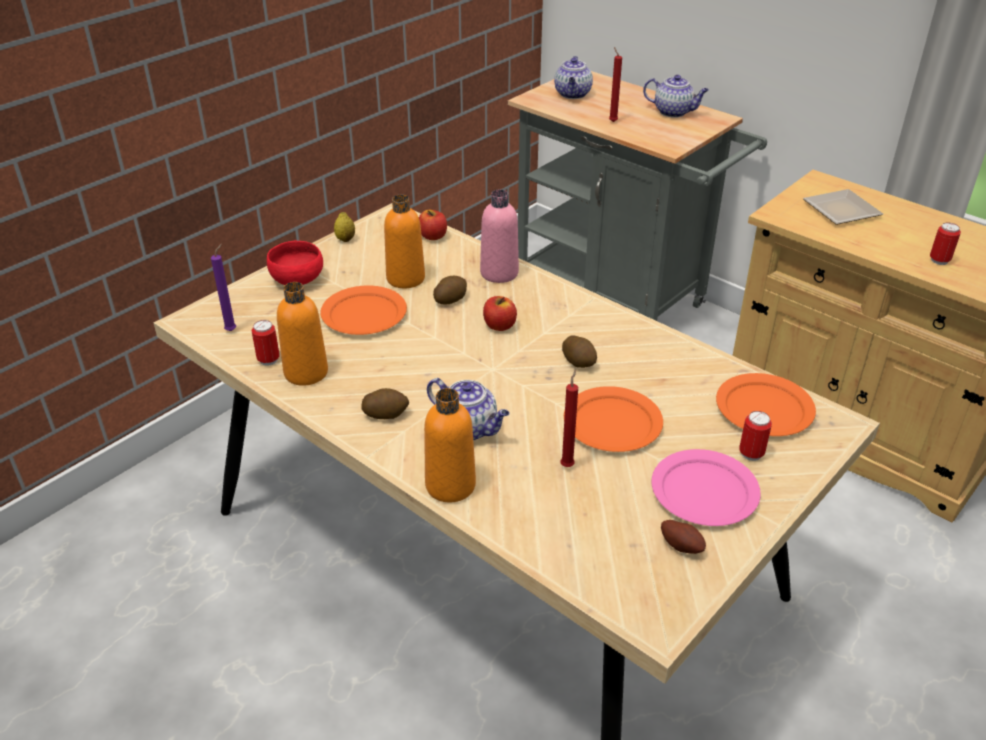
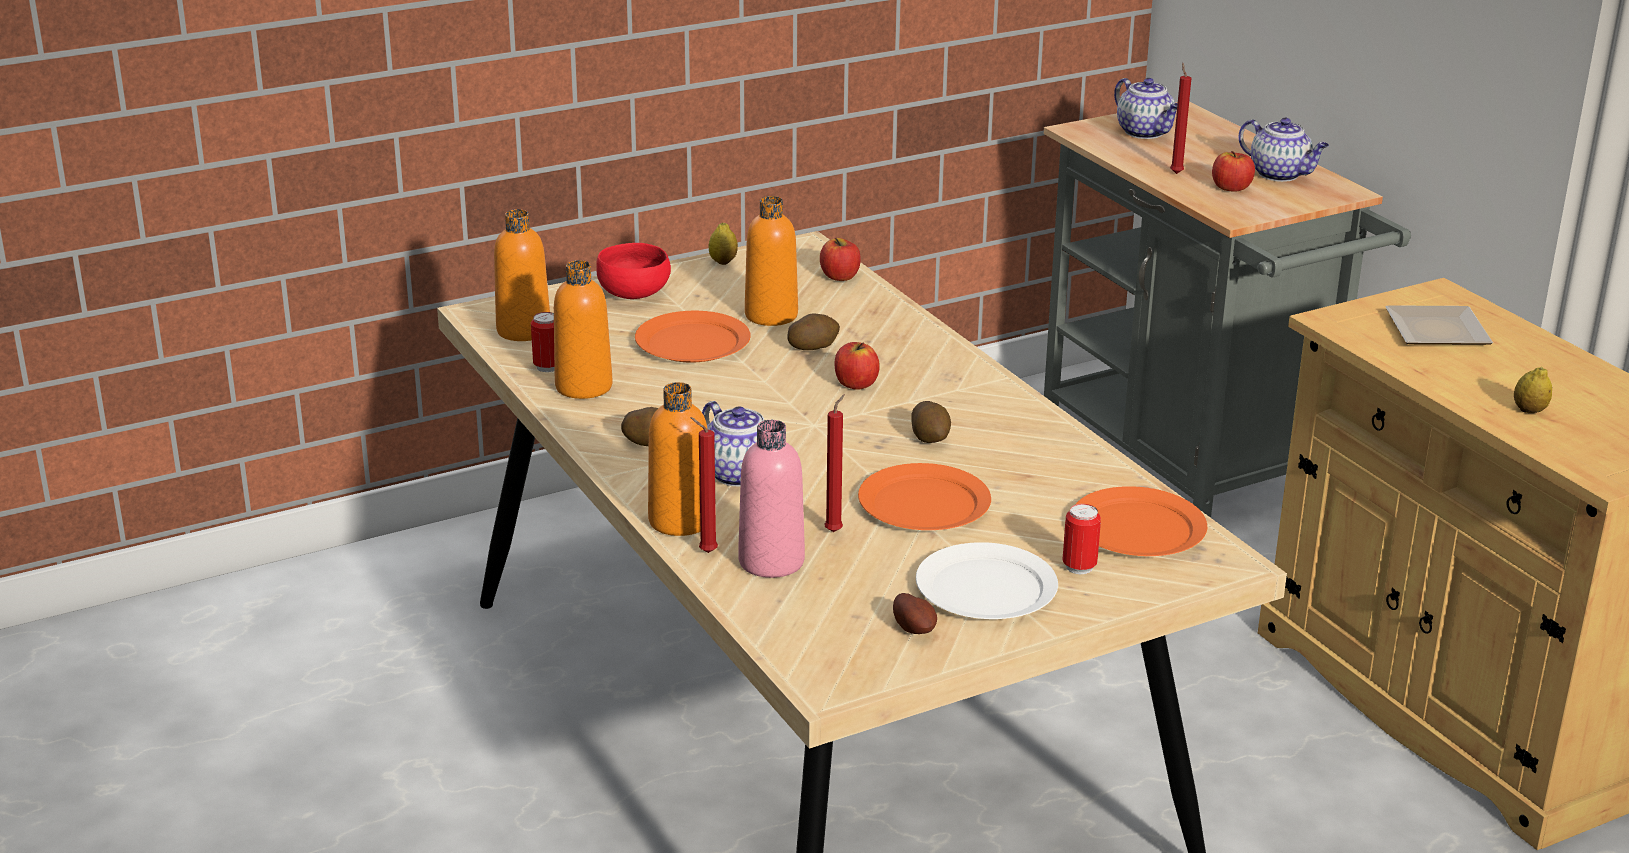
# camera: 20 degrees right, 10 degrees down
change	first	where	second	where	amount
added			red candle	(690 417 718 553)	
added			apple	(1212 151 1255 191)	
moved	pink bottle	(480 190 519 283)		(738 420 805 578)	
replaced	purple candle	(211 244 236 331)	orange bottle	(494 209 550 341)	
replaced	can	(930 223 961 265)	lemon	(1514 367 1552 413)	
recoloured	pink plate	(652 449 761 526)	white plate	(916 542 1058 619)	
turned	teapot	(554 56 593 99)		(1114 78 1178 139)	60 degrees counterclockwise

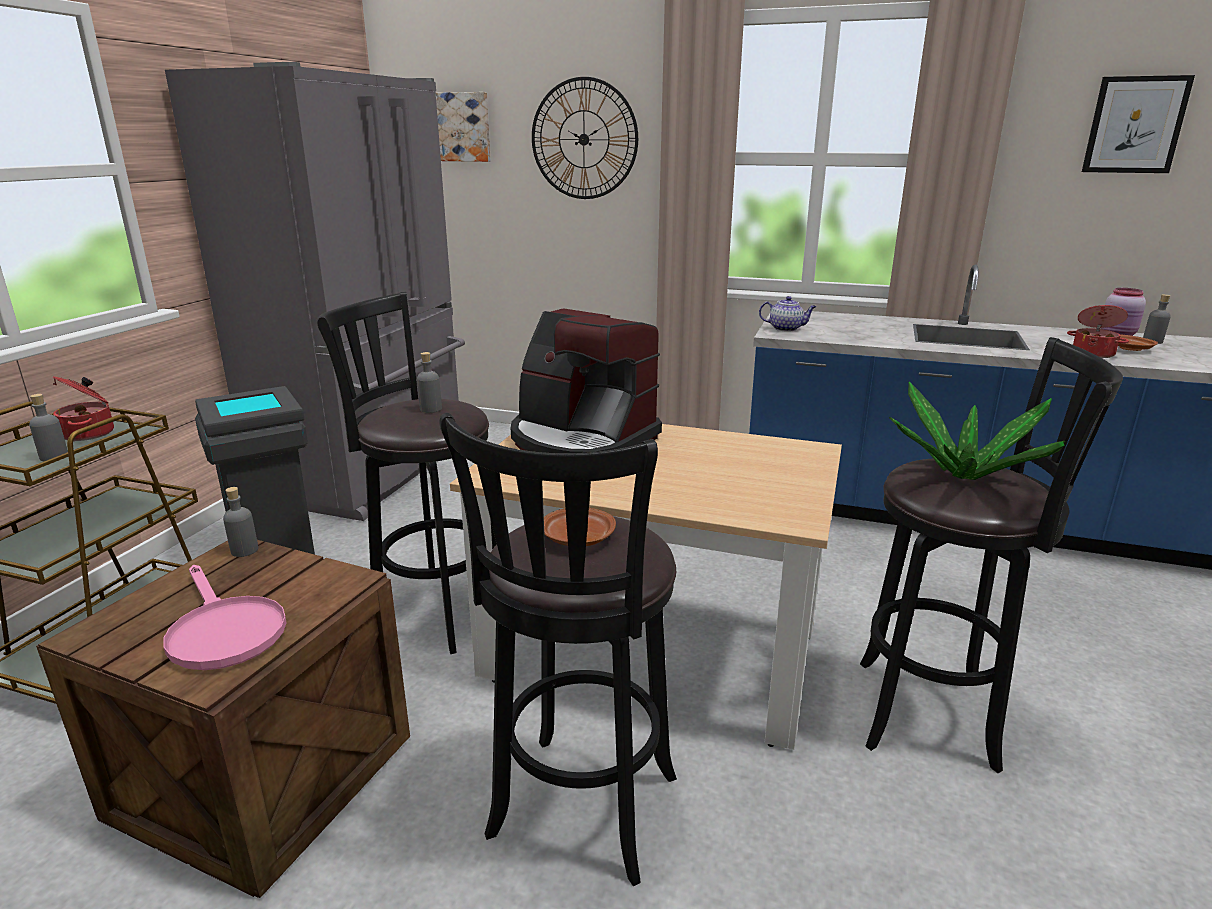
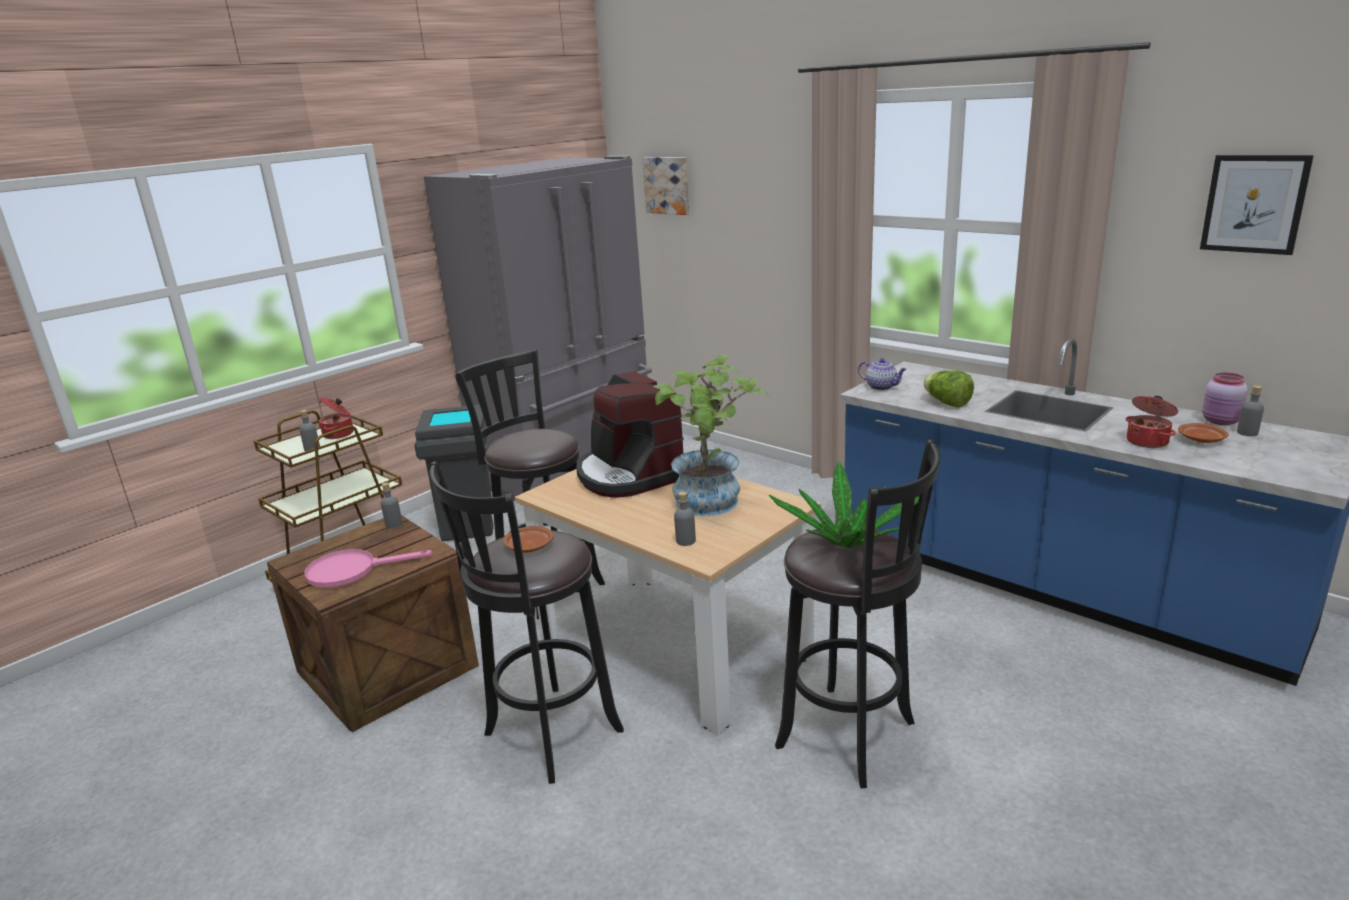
# camera: 25 degrees right, 0 degrees up
change	first	where	second	where	amount
removed	wall clock	(532 77 638 199)			
added			potted plant	(653 354 769 516)	
added			lettuce	(924 370 974 408)	
moved	grey bottle	(417 352 442 413)		(674 492 696 546)	
turned	pink frying pan	(163 565 287 670)		(304 549 432 588)	90 degrees clockwise

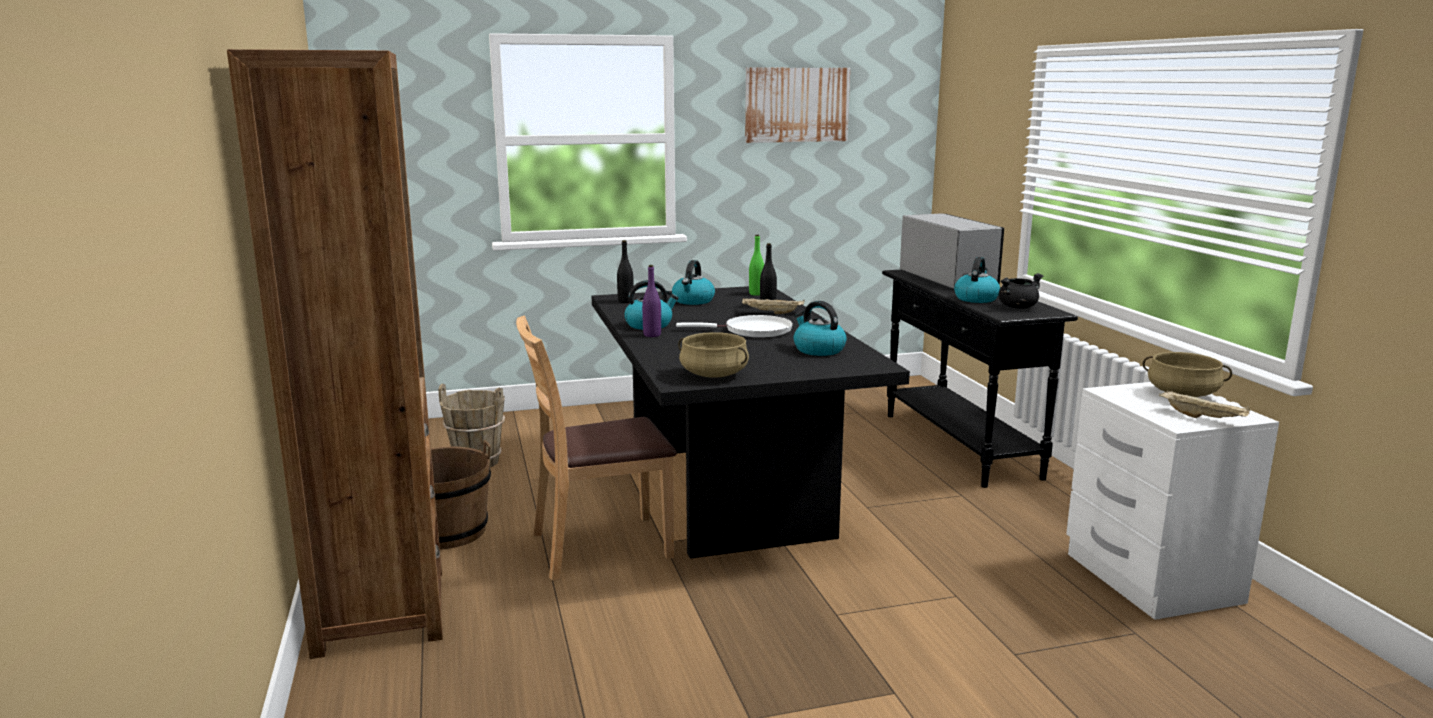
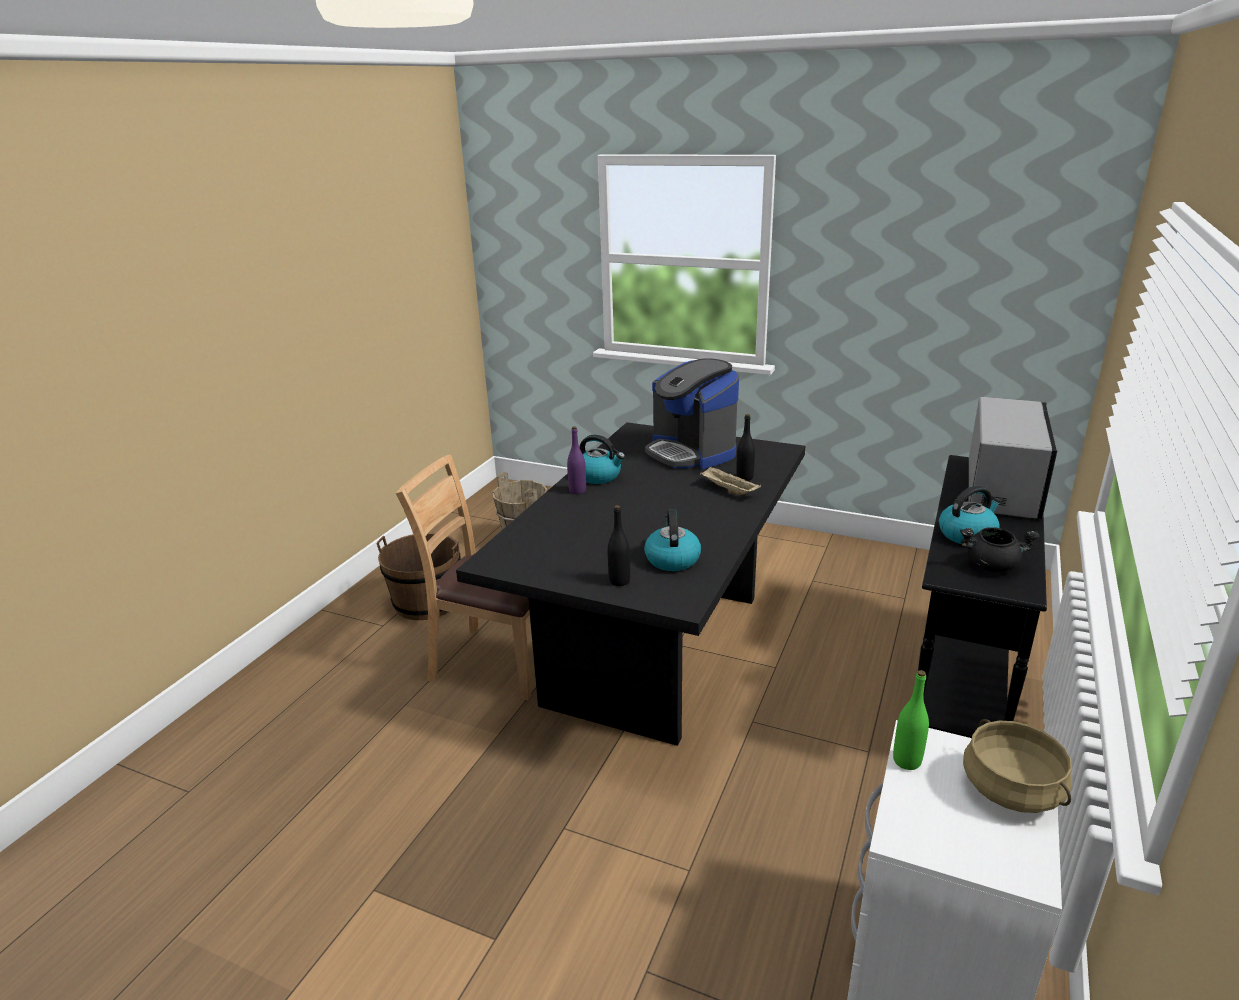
# camera: 40 degrees right, 10 degrees up
change	first	where	second	where	amount
removed	brown bookcase	(227 49 443 659)			
removed	white frying pan	(676 315 793 337)			
removed	beige cooking pot	(678 332 749 378)			
removed	picture	(745 68 850 143)			
removed	beige tray	(1159 390 1250 418)			
moved	black bottle	(617 240 634 303)		(608 505 630 586)	
moved	green bottle	(749 234 764 296)		(893 670 929 770)	
replaced	kettle	(672 260 715 305)	coffee machine	(645 358 739 469)	

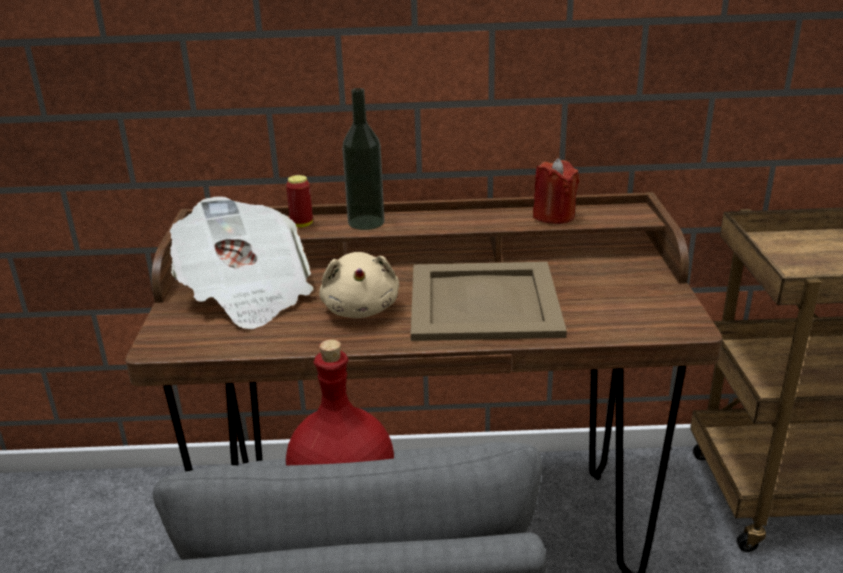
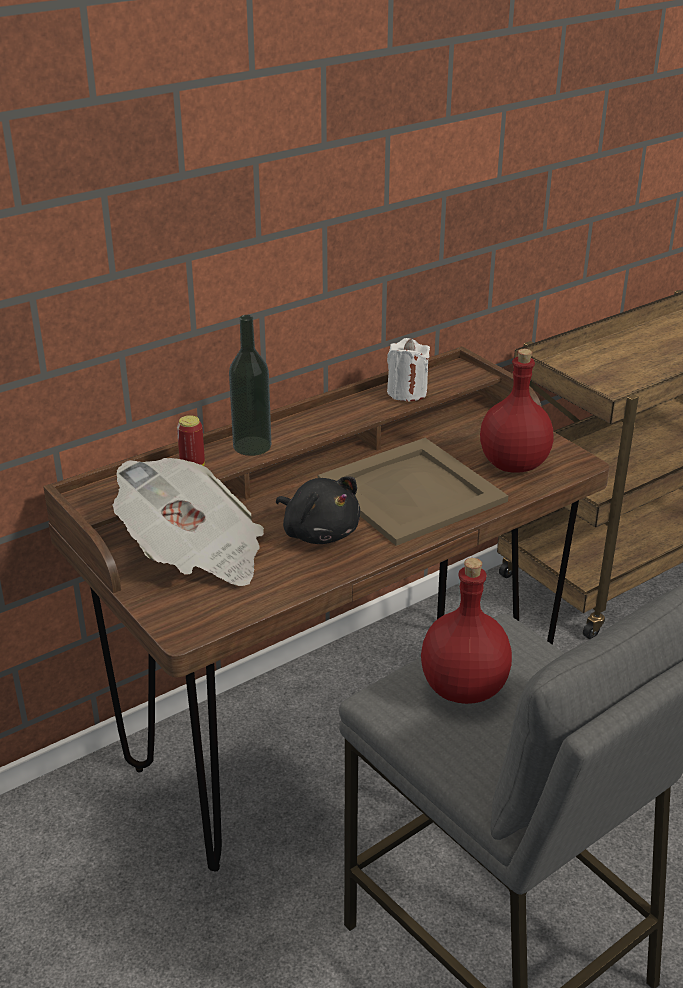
# camera: 35 degrees left, 5 degrees up
change	first	where	second	where	amount
added			red bottle	(480 349 553 473)	
recoloured	beige plush toy	(319 252 399 318)	black plush toy	(276 476 360 544)	
recoloured	red candle	(533 158 579 224)	white candle	(387 338 430 401)	

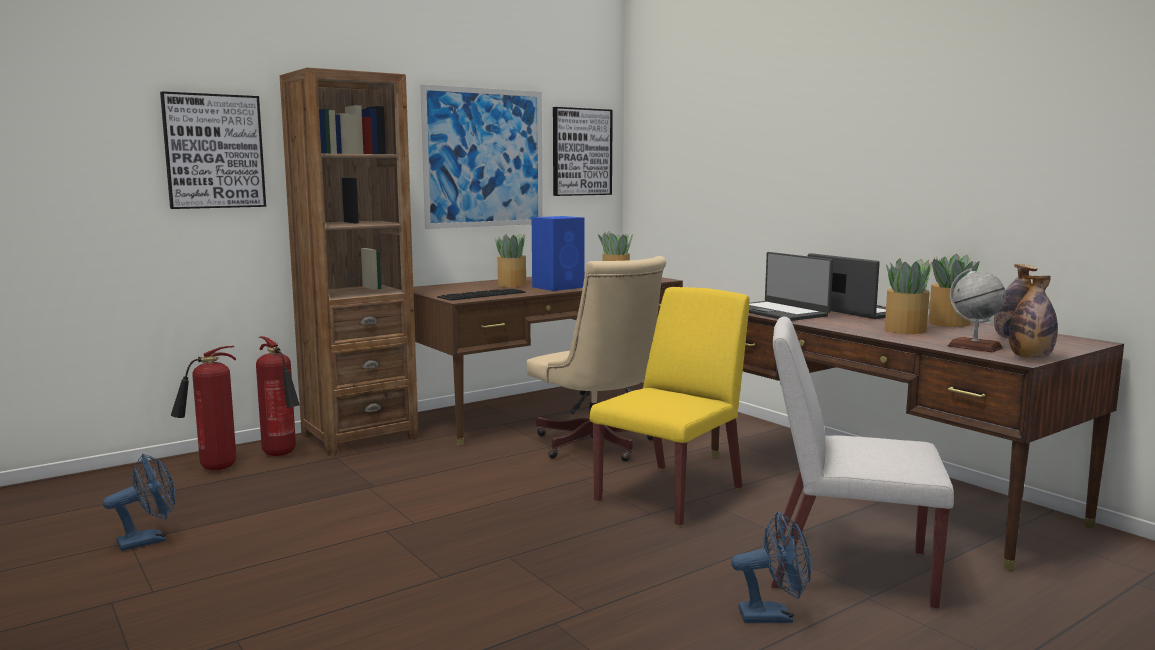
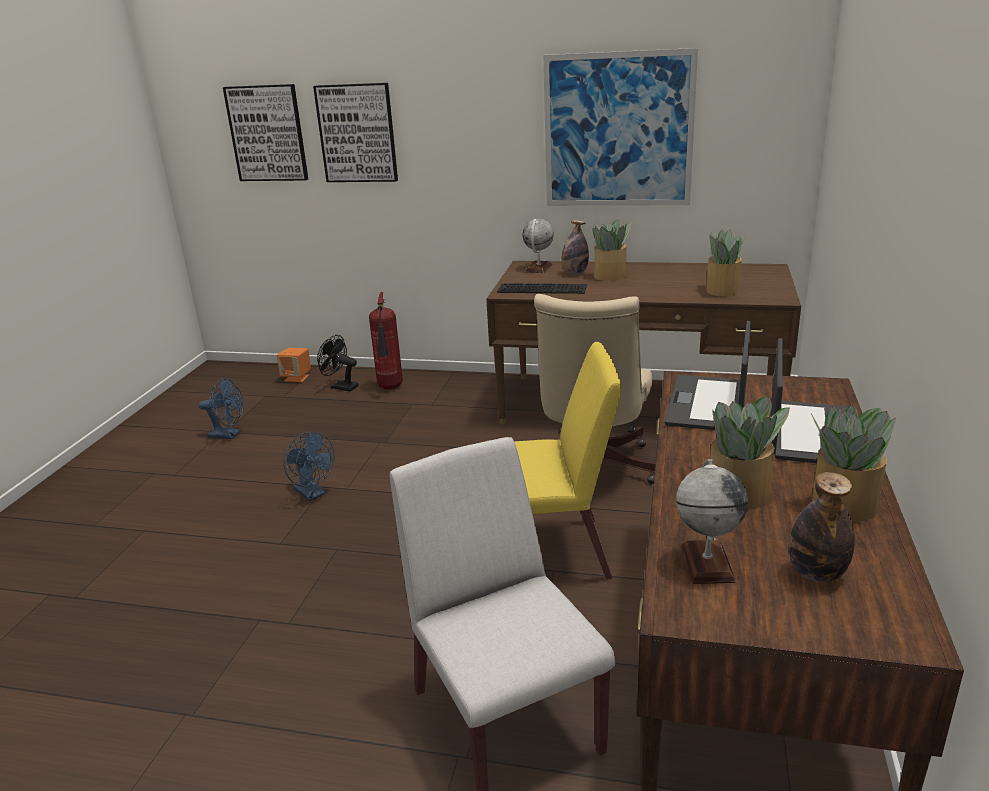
# camera: 50 degrees right, 15 degrees up
change	first	where	second	where	amount
removed	brown bookcase	(280 67 419 456)			
removed	blue speaker	(532 216 585 291)			
added			orange speaker	(277 348 311 382)	
added			globe	(522 219 554 273)	
moved	picture	(553 107 613 196)		(223 84 308 181)	
moved	blue fan	(731 512 811 623)		(283 432 334 501)	
moved	bottle	(1009 276 1058 359)		(561 220 589 275)	
replaced	fire extinguisher	(171 346 236 470)	black fan	(317 335 359 391)	

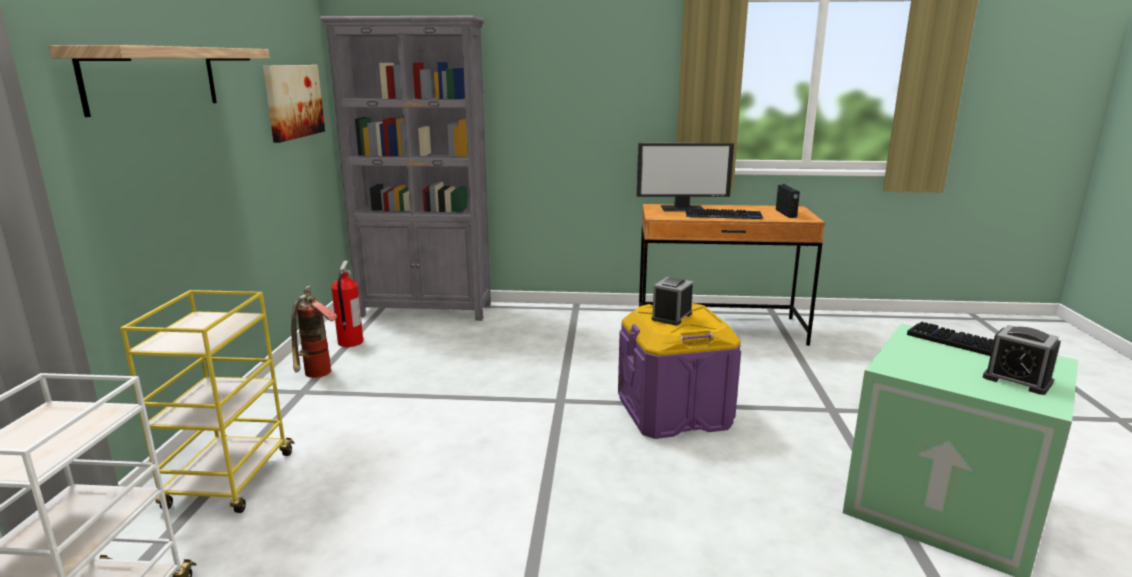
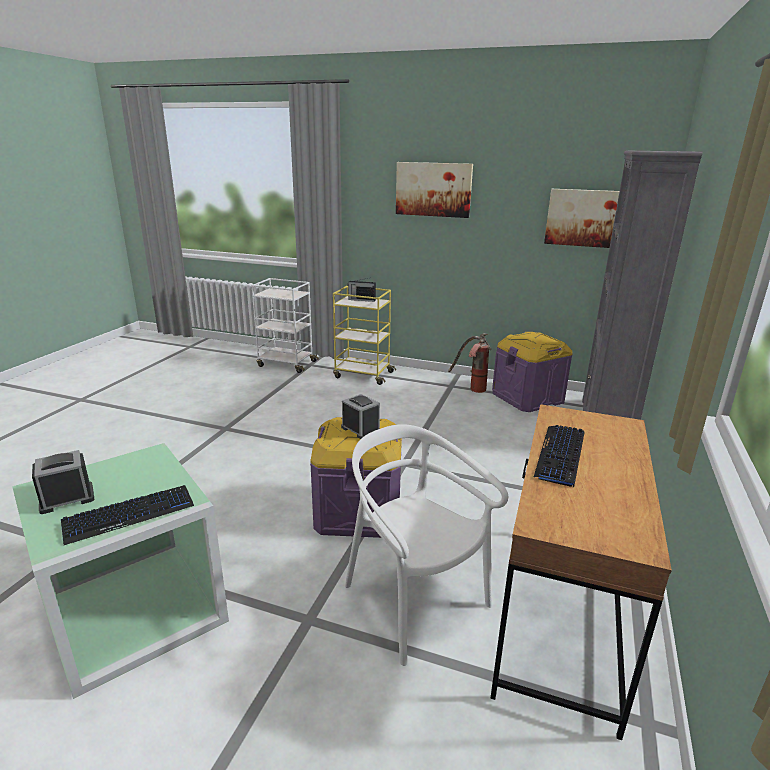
# camera: 105 degrees right, 5 degrees up
change	first	where	second	where	amount
removed	monitor	(637 143 734 211)			
added			white chair	(345 424 508 666)	
moved	radio	(776 180 800 218)		(347 278 376 302)	
replaced	shelf	(49 45 270 117)	picture	(396 162 473 218)	
replaced	fire extinguisher	(331 261 363 347)	purple storage box	(492 332 572 412)	

